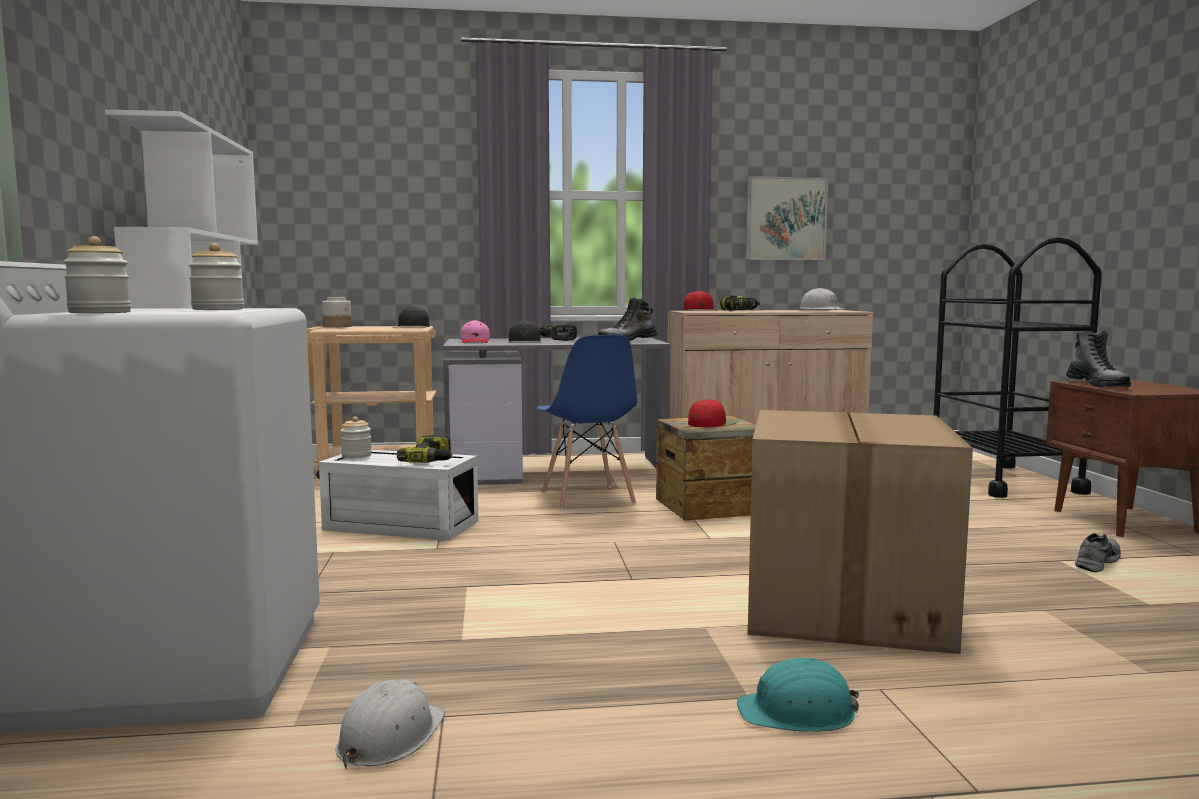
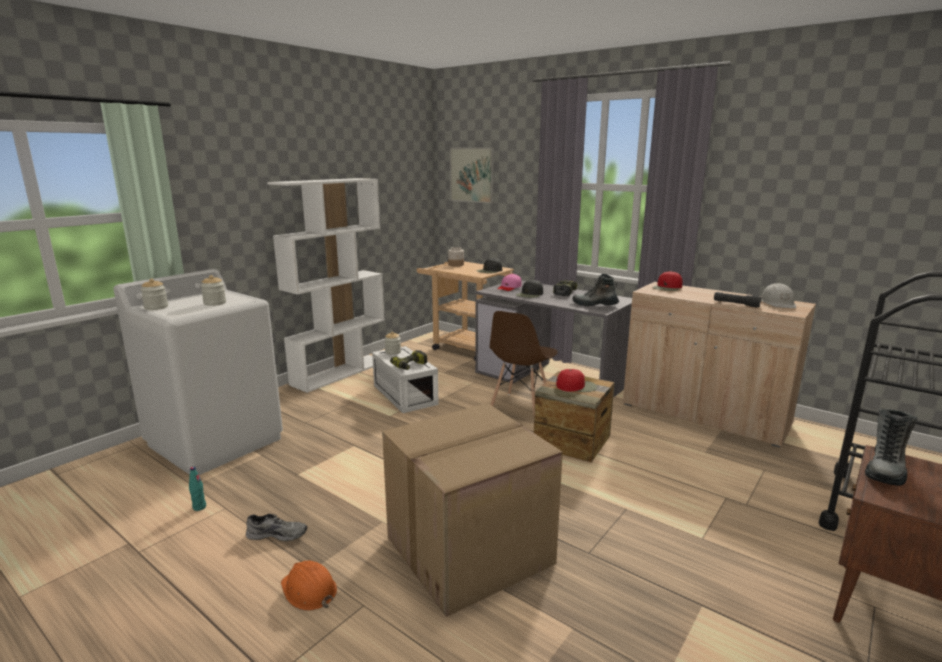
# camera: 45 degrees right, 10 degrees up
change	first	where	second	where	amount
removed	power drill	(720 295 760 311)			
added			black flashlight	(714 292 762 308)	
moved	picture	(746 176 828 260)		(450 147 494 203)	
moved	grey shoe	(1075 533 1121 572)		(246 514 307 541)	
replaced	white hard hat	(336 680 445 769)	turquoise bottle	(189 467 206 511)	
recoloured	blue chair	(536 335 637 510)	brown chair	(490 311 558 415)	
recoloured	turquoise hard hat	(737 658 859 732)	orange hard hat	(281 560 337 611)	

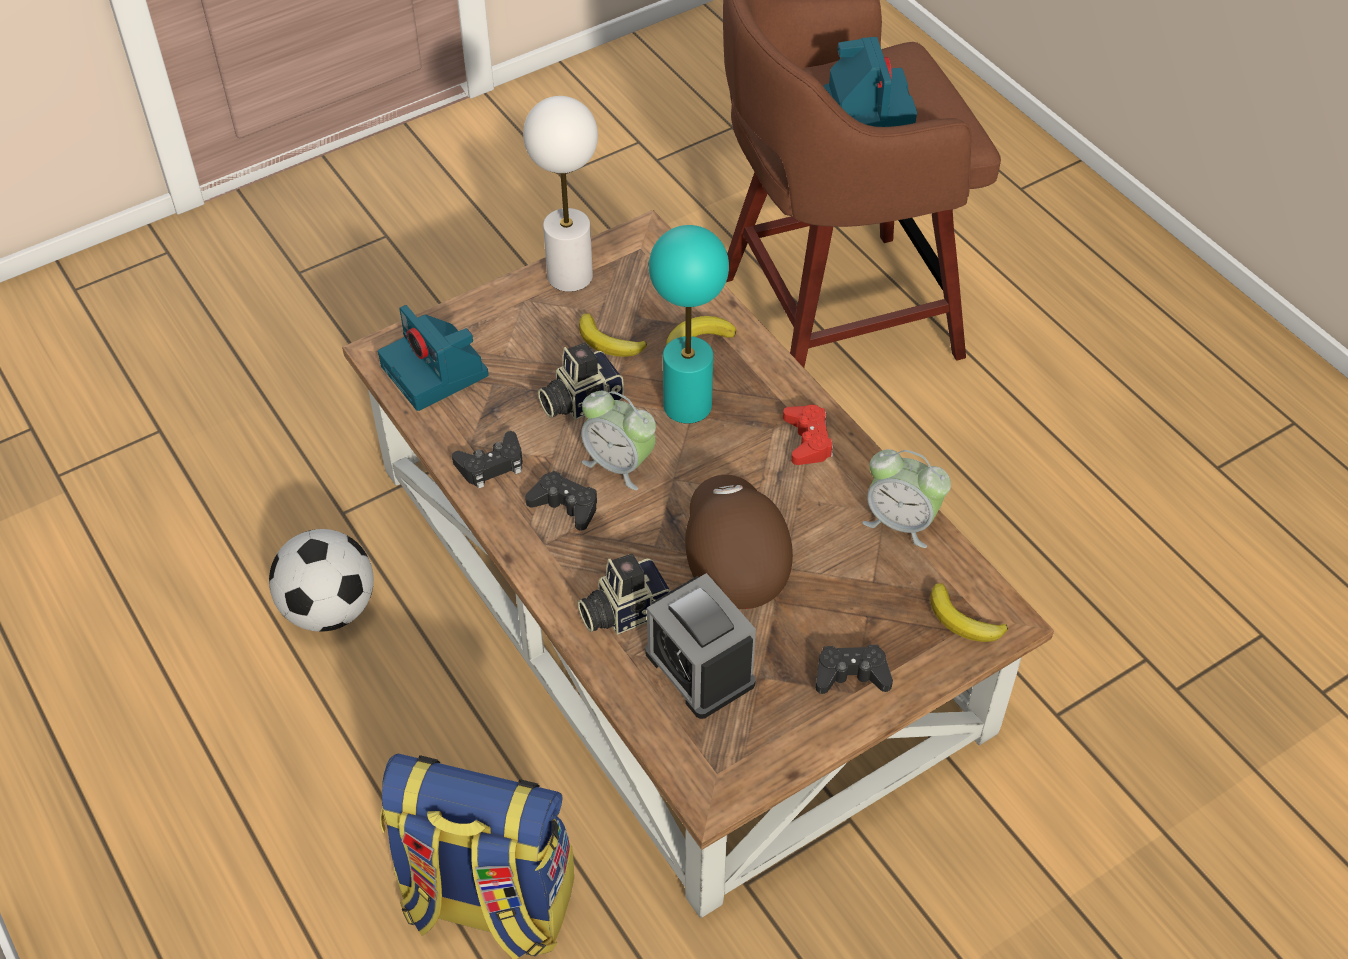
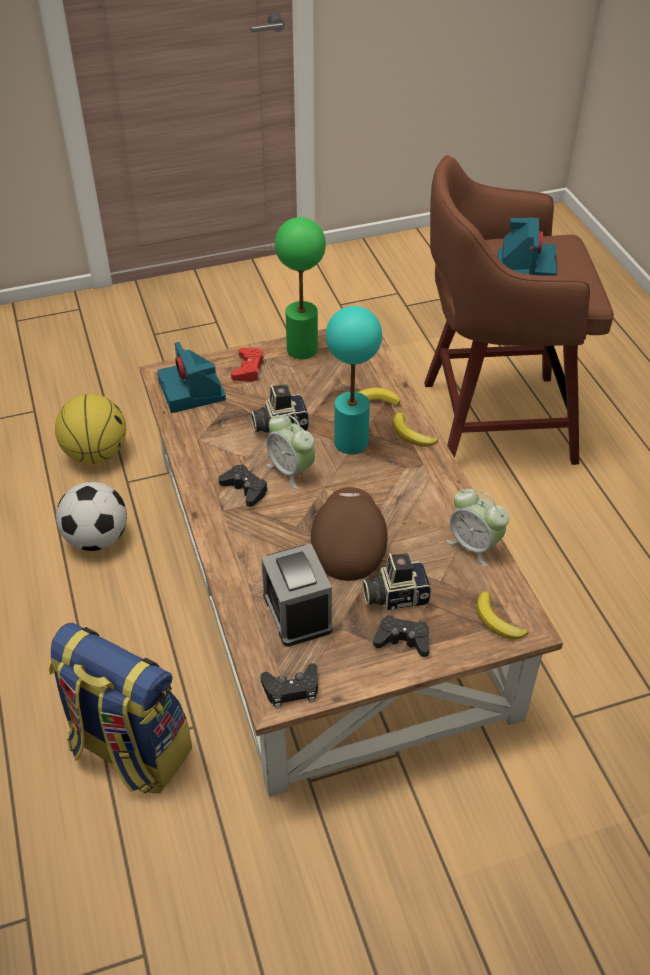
# camera: 15 degrees right, 5 degrees down
change	first	where	second	where	amount
added			basketball	(55 394 126 464)	
moved	black game controller	(452 431 523 489)		(260 663 318 709)	
moved	photo camera	(577 554 671 635)		(362 553 432 611)	
moved	banana	(579 313 647 357)		(393 412 438 447)	
moved	red game controller	(783 405 833 465)		(231 348 265 382)	
recoloured	white table lamp	(523 96 598 292)	green table lamp	(275 217 326 359)	

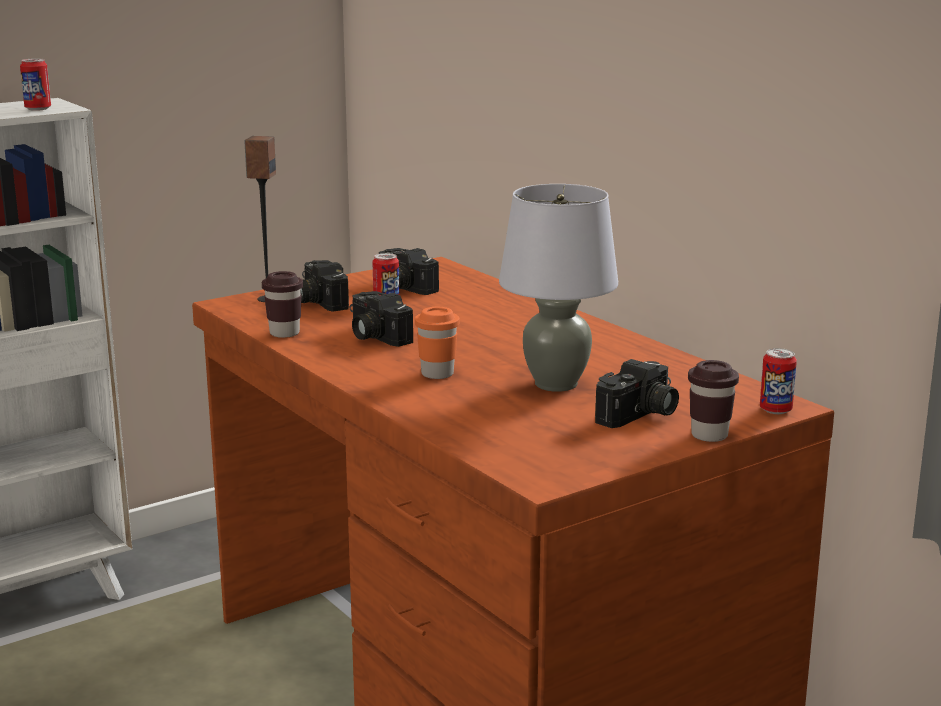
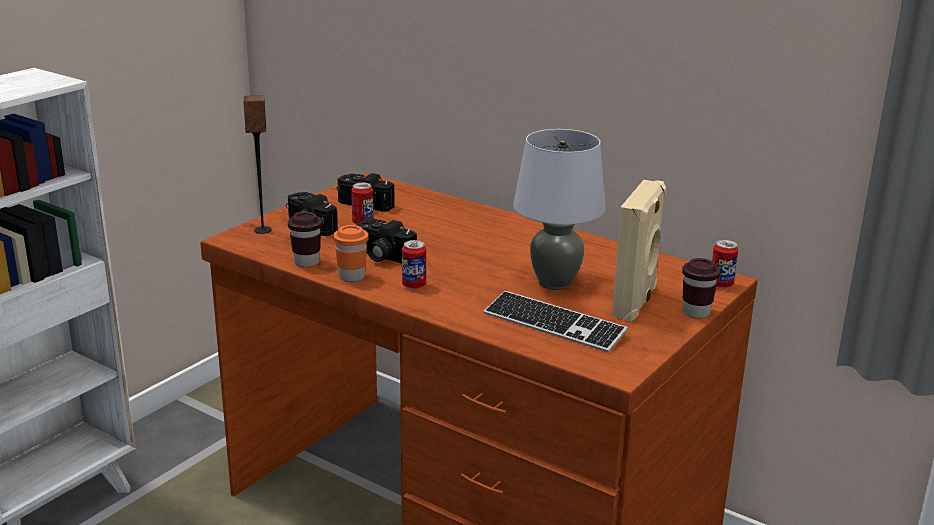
# camera: 20 degrees left, 5 degrees up
change	first	where	second	where	amount
added			keyboard	(484 291 628 352)	
moved	can	(20 58 51 111)		(402 240 426 289)	
moved	orange cup	(415 307 459 379)		(333 225 369 282)	
replaced	photo camera	(595 359 679 428)	beige speaker	(612 180 666 322)	

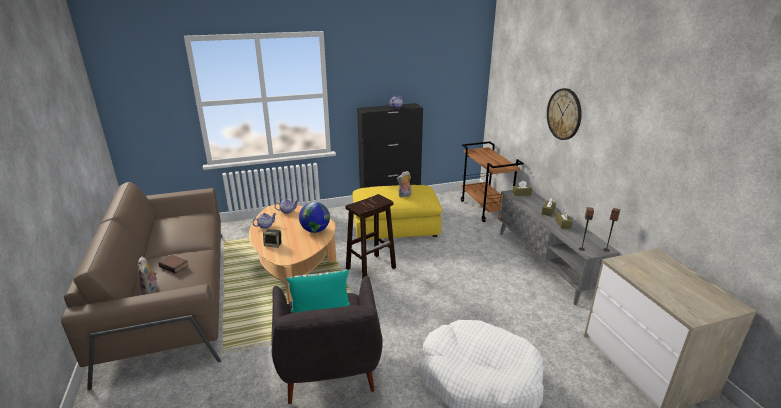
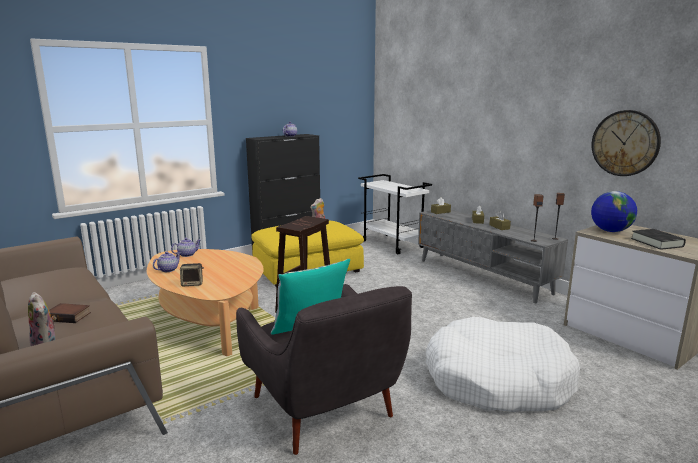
# camera: 20 degrees left, 10 degrees down
change	first	where	second	where	amount
added			black book	(631 229 686 250)	
moved	globe	(299 202 330 233)		(591 191 637 232)	
moved	wall clock	(547 88 582 140)		(591 110 661 176)	
recoloured	brown cart	(461 141 524 222)	white cart	(358 174 432 254)	

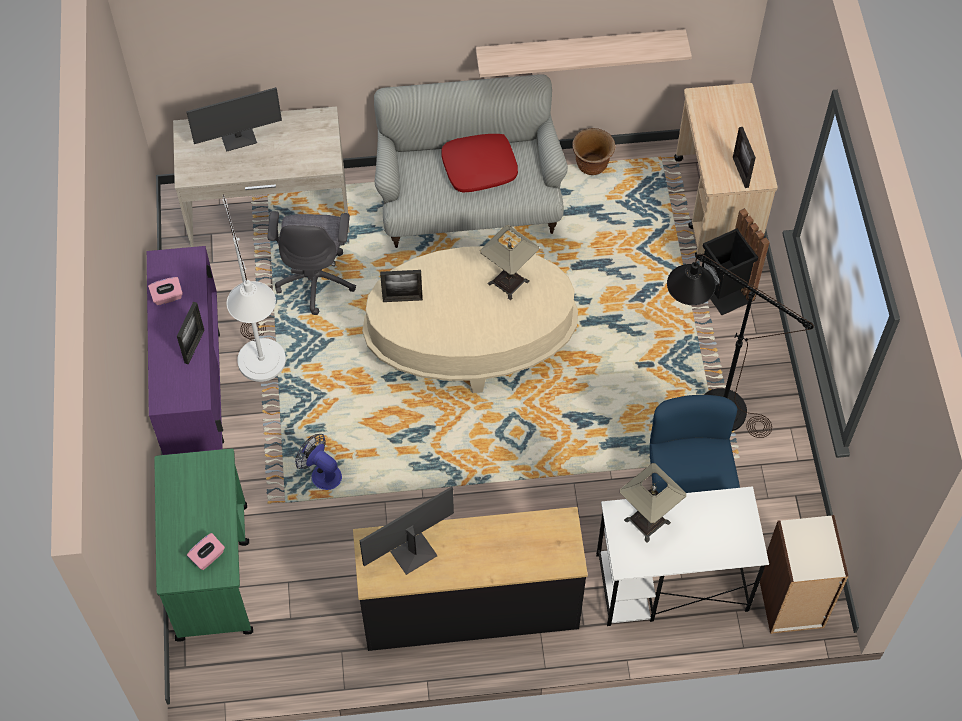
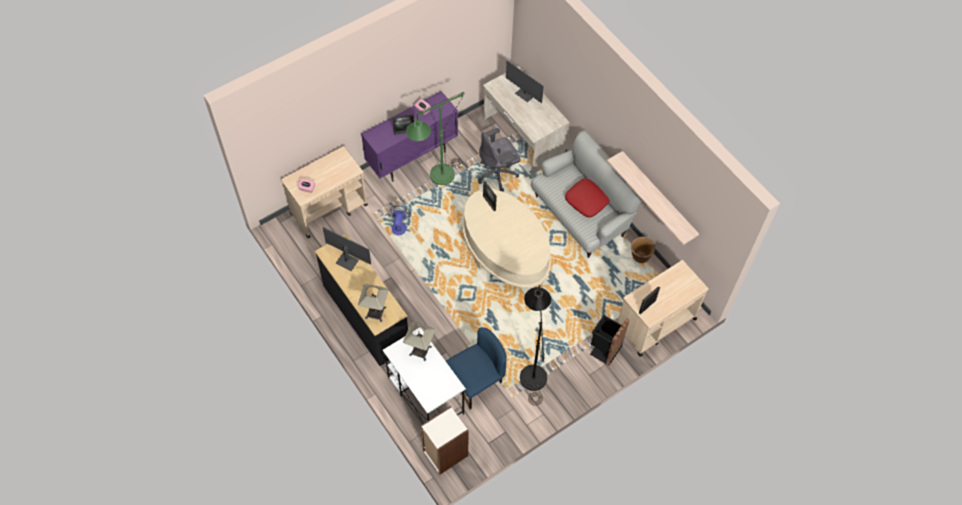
# camera: 60 degrees right, 0 degrees up
change	first	where	second	where	amount
moved	table lamp	(480 225 539 300)		(358 284 389 322)	
recoloured	green cart	(155 448 253 642)	beige cart	(281 146 368 238)	
recoloured	white floor lamp	(222 195 286 382)	green floor lamp	(406 92 465 185)	

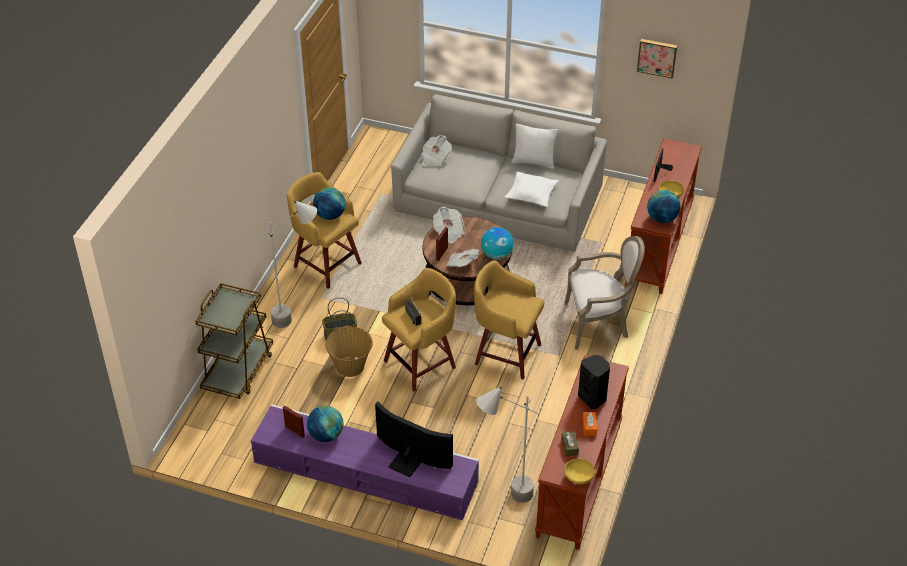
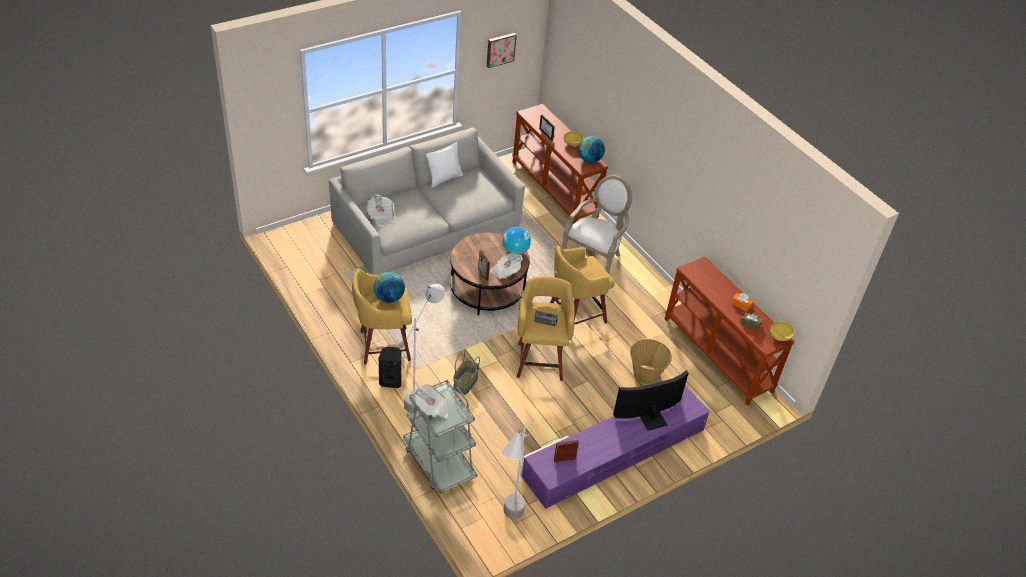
# camera: 55 degrees left, 0 degrees up
change	first	where	second	where	amount
removed	globe	(307 405 343 442)			
removed	white pillow	(504 171 559 207)			
moved	basket	(325 327 373 377)		(630 339 672 384)	
moved	newspaper	(433 207 465 244)		(414 385 448 418)	
moved	grey floor lamp	(476 386 538 503)		(501 424 530 519)	
moved	black speaker	(578 355 610 409)		(379 346 401 388)	
recoloured	brown cart	(195 283 273 399)	grey cart	(403 380 477 494)	

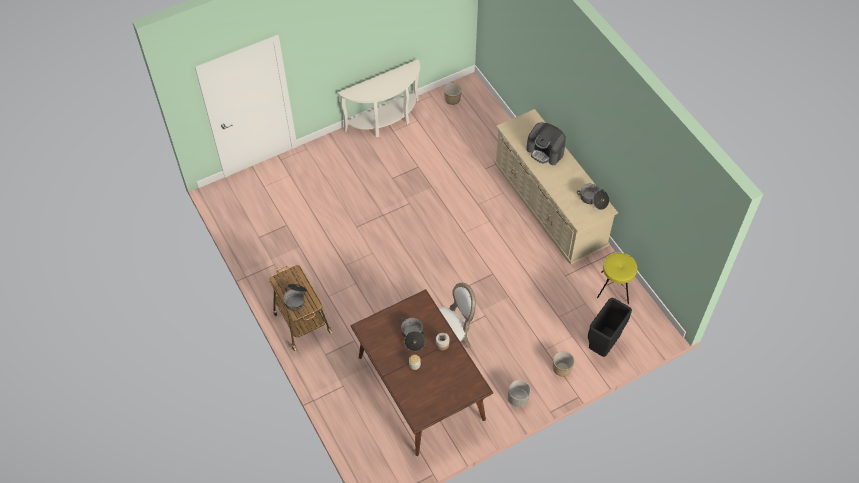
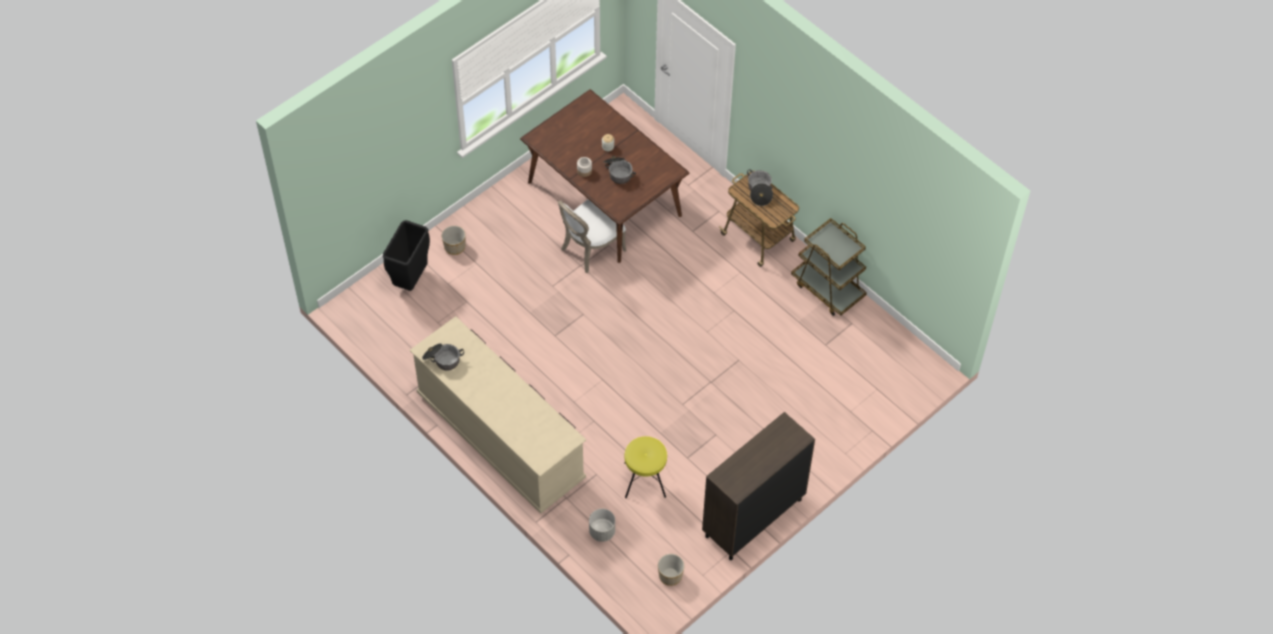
# camera: 165 degrees right, 0 degrees up
change	first	where	second	where	amount
removed	coffee machine	(526 122 566 165)			
added			brown cart	(791 218 867 316)	
moved	grey planter	(508 380 530 407)		(589 509 615 542)	
moved	yellow stool	(597 253 637 304)		(624 436 667 498)	
replaced	white console table	(338 59 420 137)	brown cabinet	(702 412 815 560)	

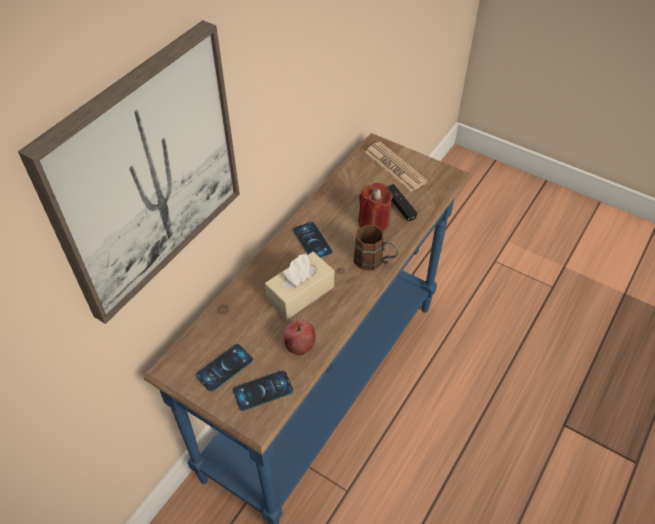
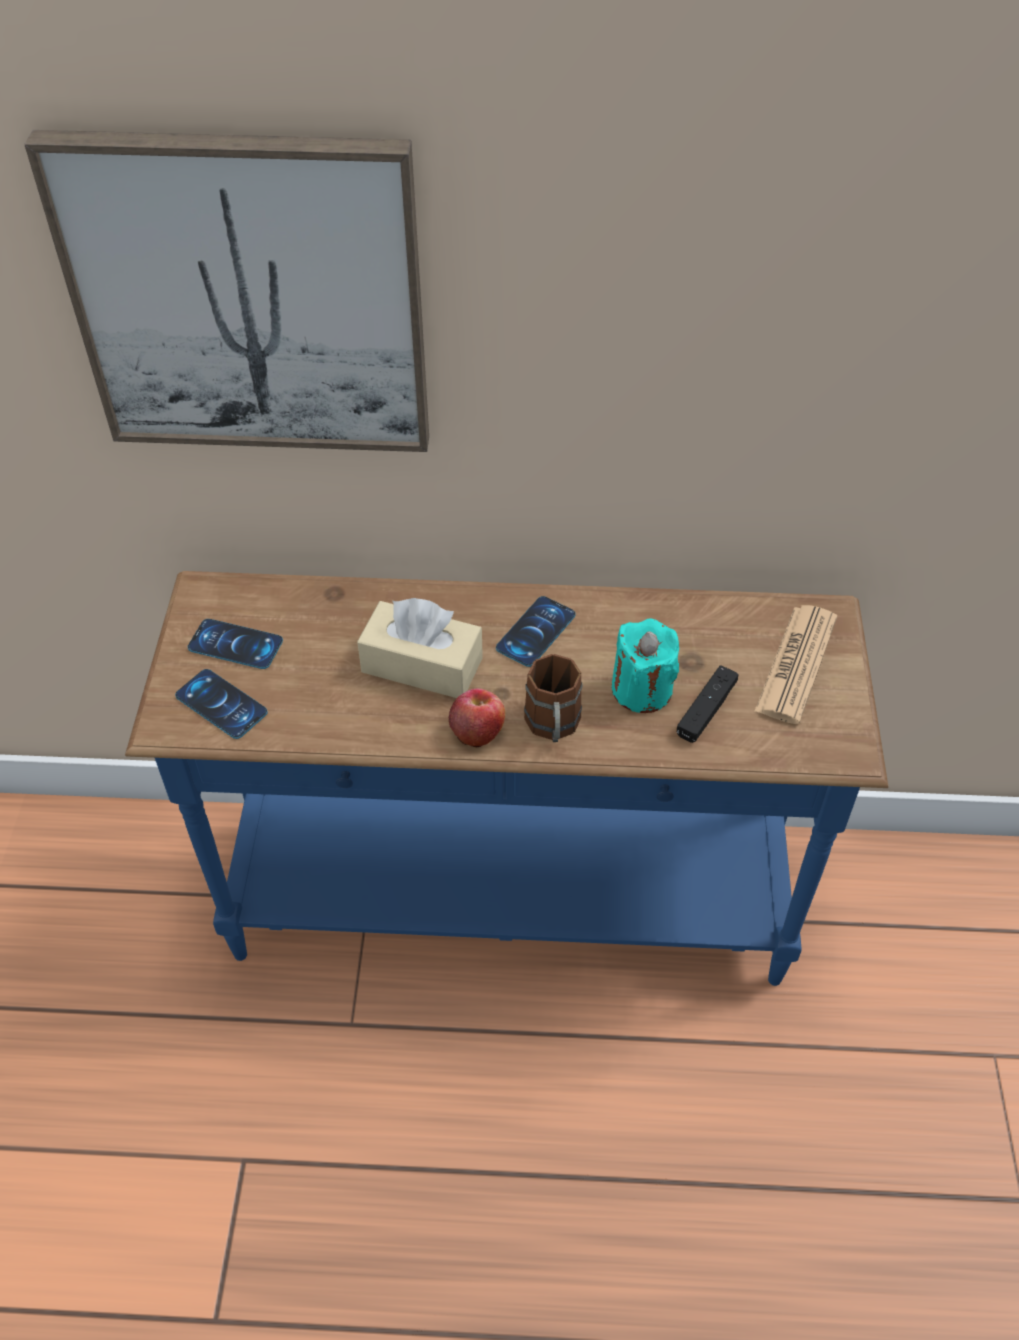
# camera: 60 degrees right, 0 degrees up
change	first	where	second	where	amount
moved	apple	(284 320 316 356)		(449 688 505 748)	
recoloured	red candle	(358 183 393 231)	turquoise candle	(612 619 679 713)	

